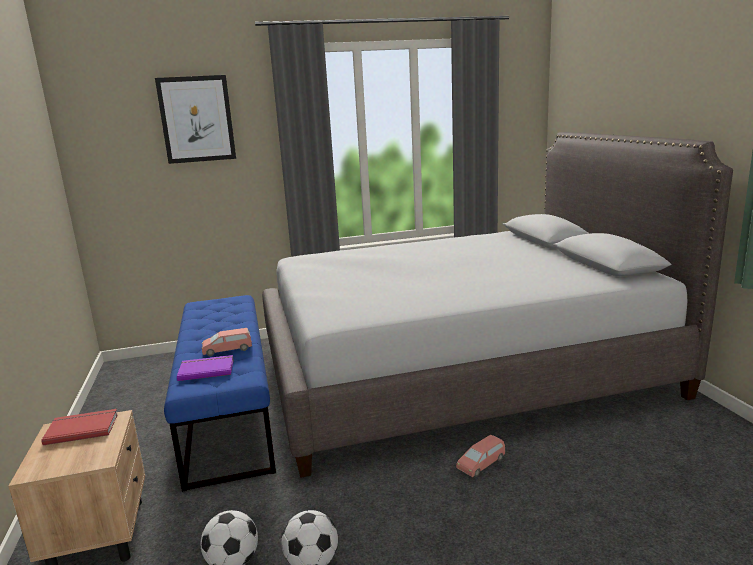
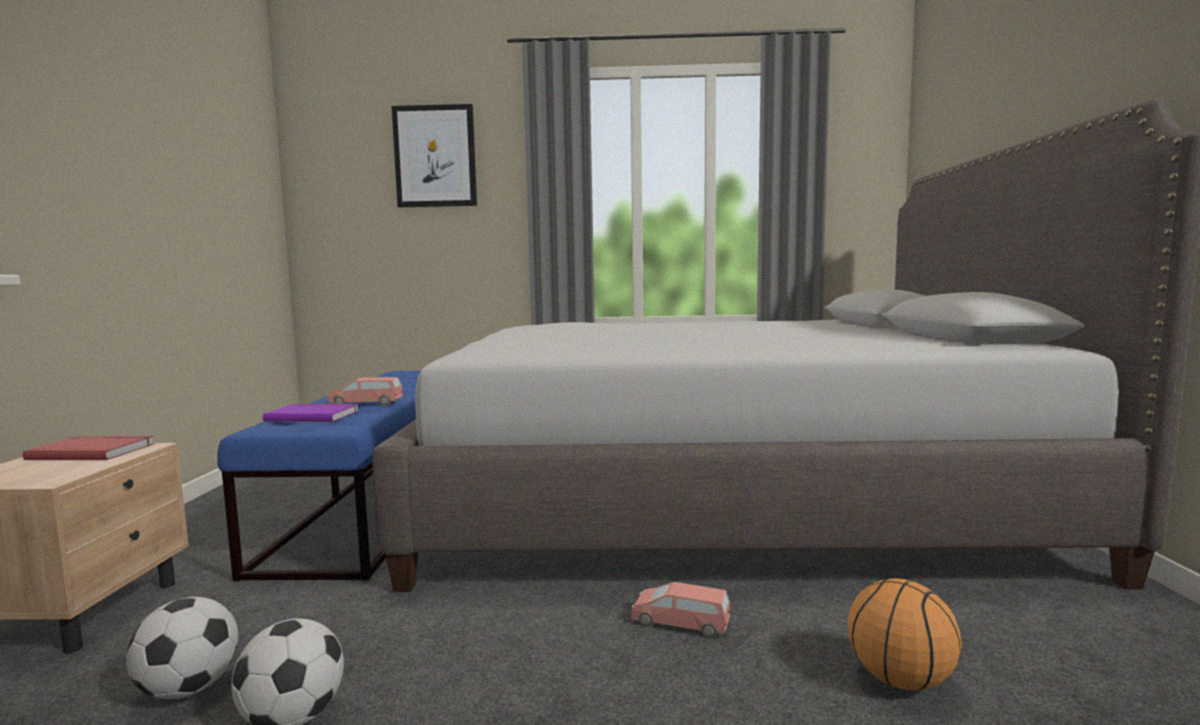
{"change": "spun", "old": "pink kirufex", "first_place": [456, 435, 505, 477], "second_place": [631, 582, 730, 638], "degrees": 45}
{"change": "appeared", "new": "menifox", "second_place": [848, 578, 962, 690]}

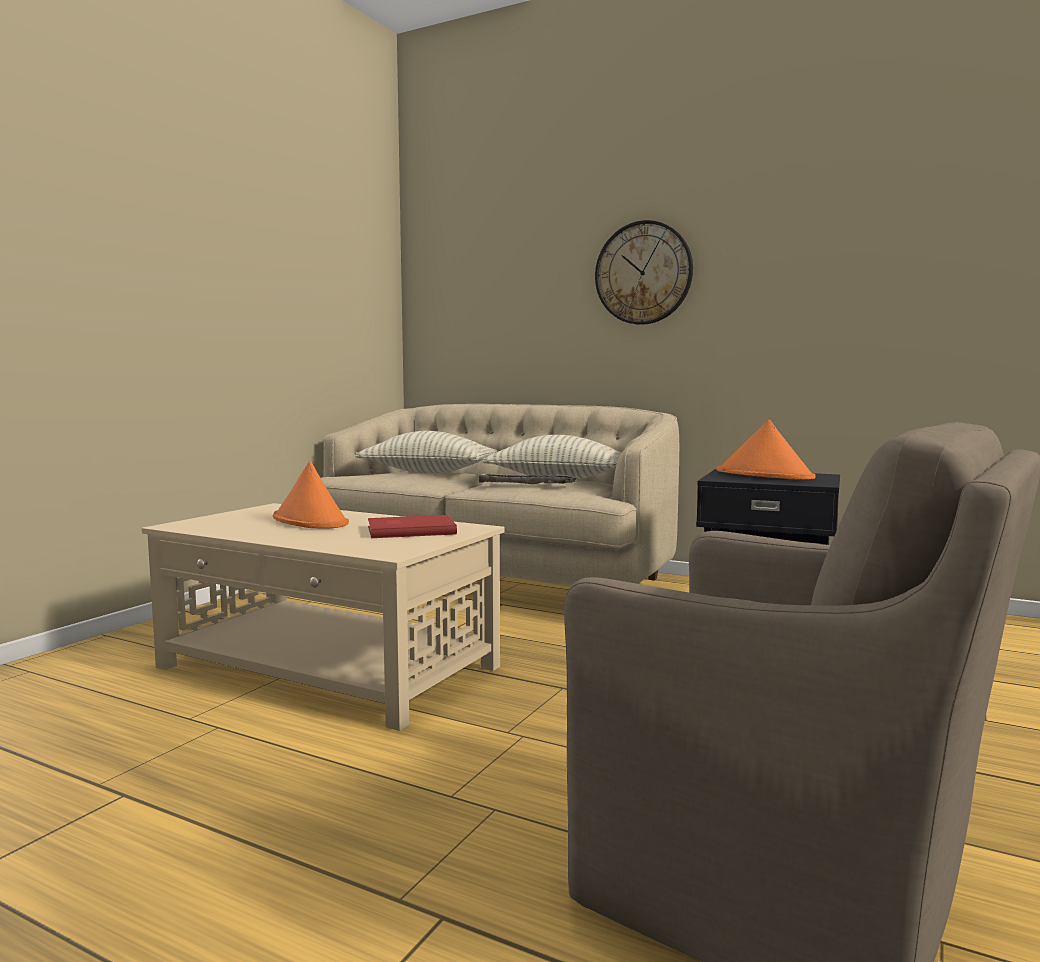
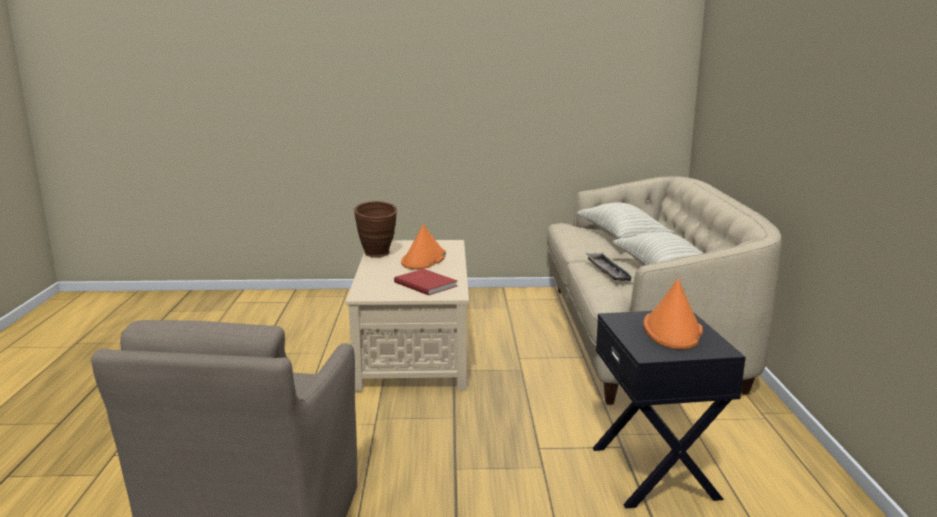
{"change": "missing", "old": "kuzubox", "first_place": [595, 220, 693, 325]}
{"change": "appeared", "new": "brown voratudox", "second_place": [354, 201, 397, 258]}

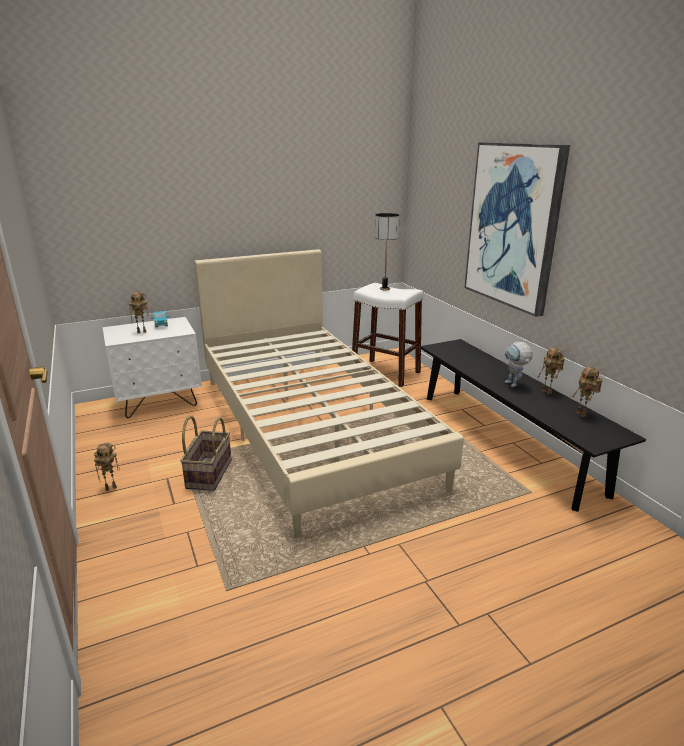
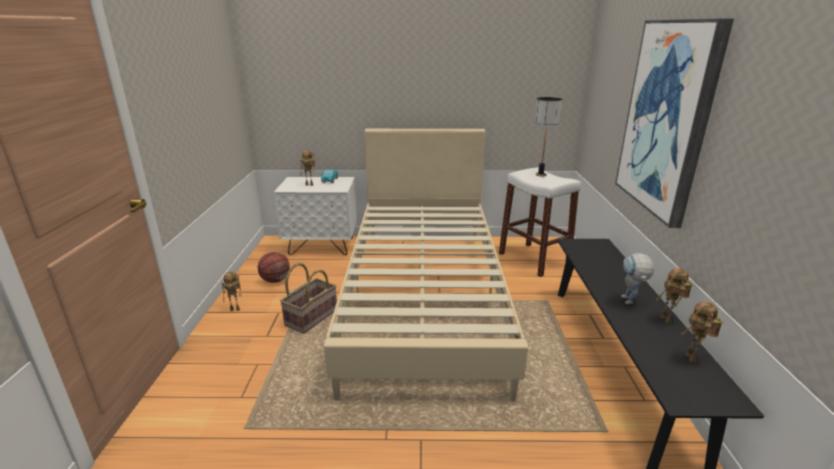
{"change": "appeared", "new": "menifox", "second_place": [258, 252, 290, 283]}

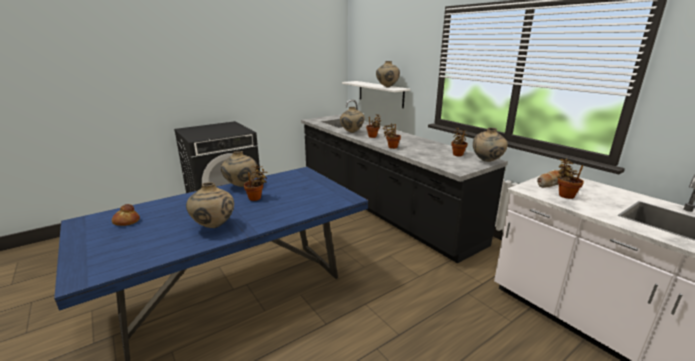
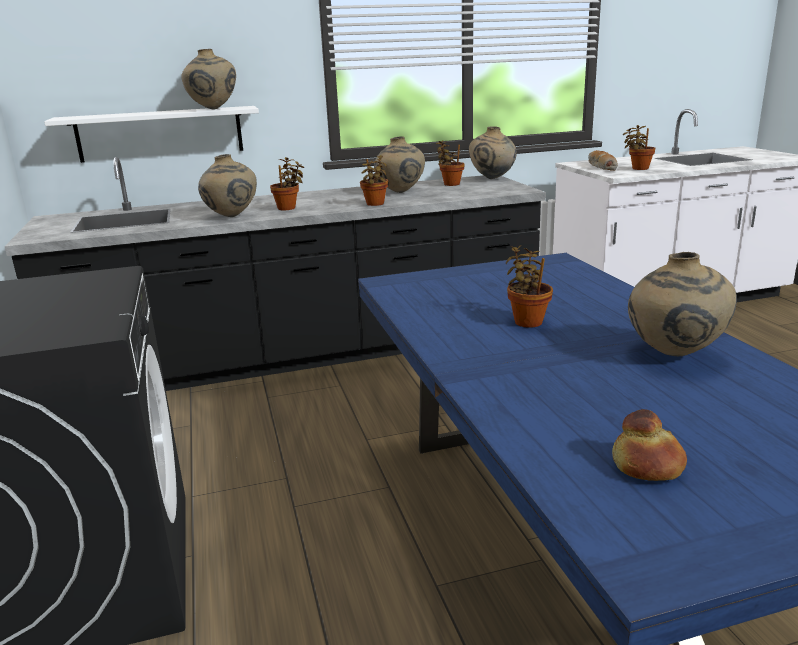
{"change": "relocated", "old": "beige voratudox", "first_place": [221, 151, 257, 187], "second_place": [374, 136, 425, 193]}

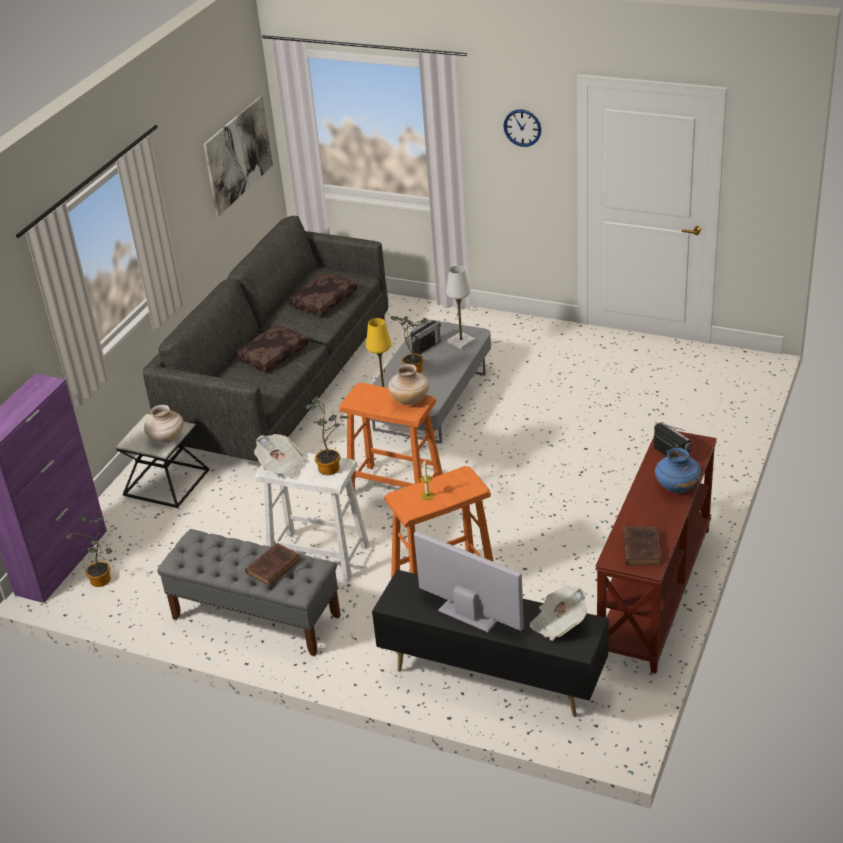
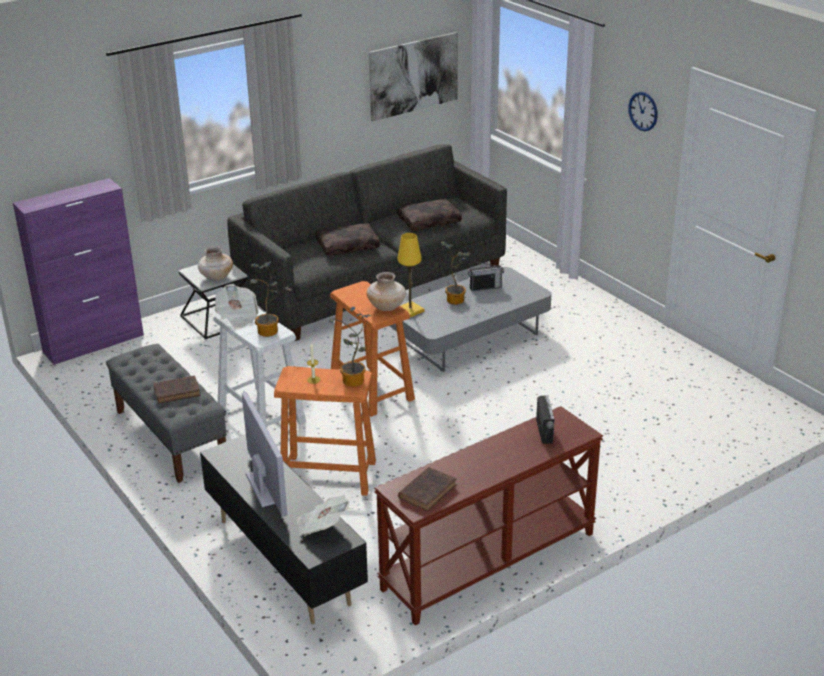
{"change": "relocated", "old": "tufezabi", "first_place": [66, 516, 112, 587], "second_place": [329, 307, 372, 387]}
{"change": "missing", "old": "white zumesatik", "first_place": [446, 266, 475, 350]}
{"change": "missing", "old": "blue voratudox", "first_place": [655, 448, 701, 493]}

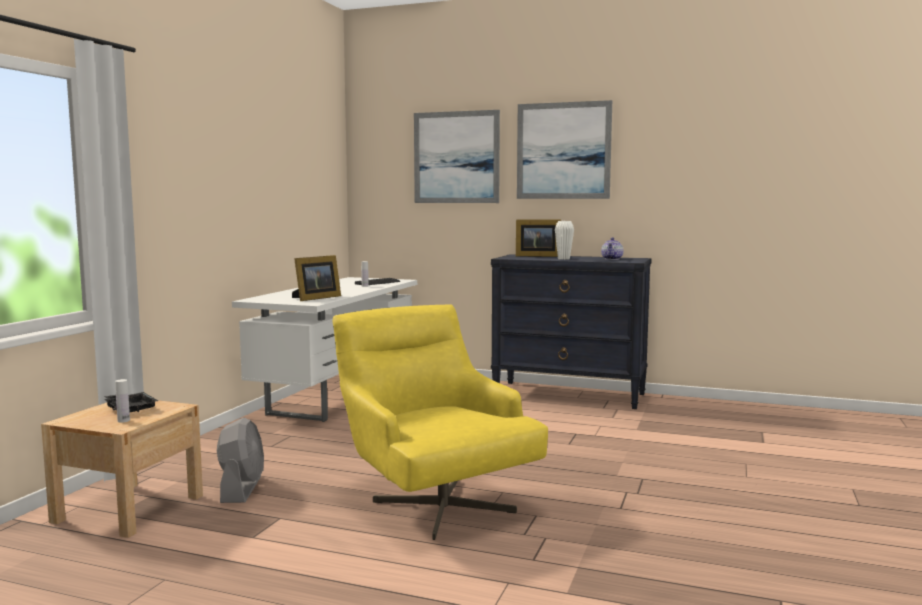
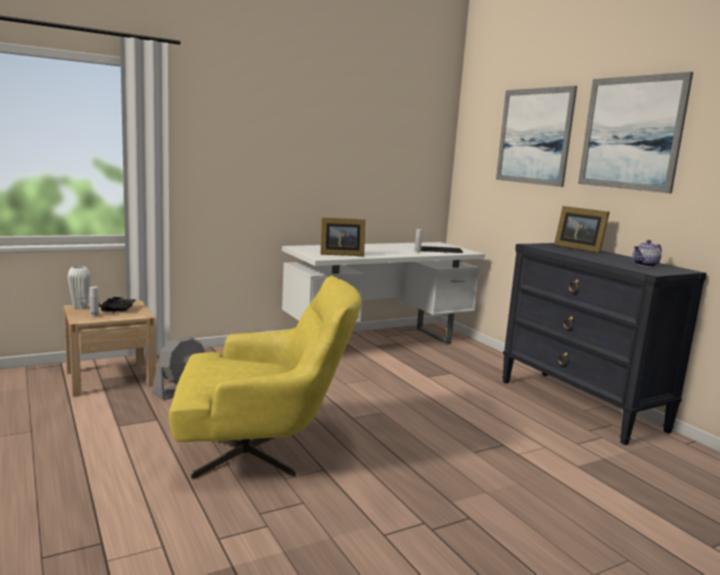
{"change": "spun", "old": "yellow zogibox", "first_place": [333, 305, 548, 540], "second_place": [169, 276, 362, 479], "degrees": 75}
{"change": "relocated", "old": "white voratudox", "first_place": [555, 221, 574, 260], "second_place": [67, 266, 91, 310]}

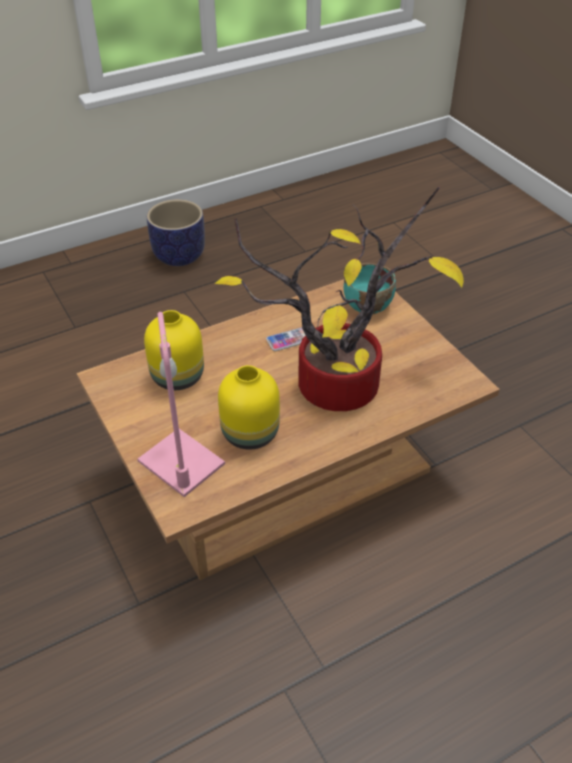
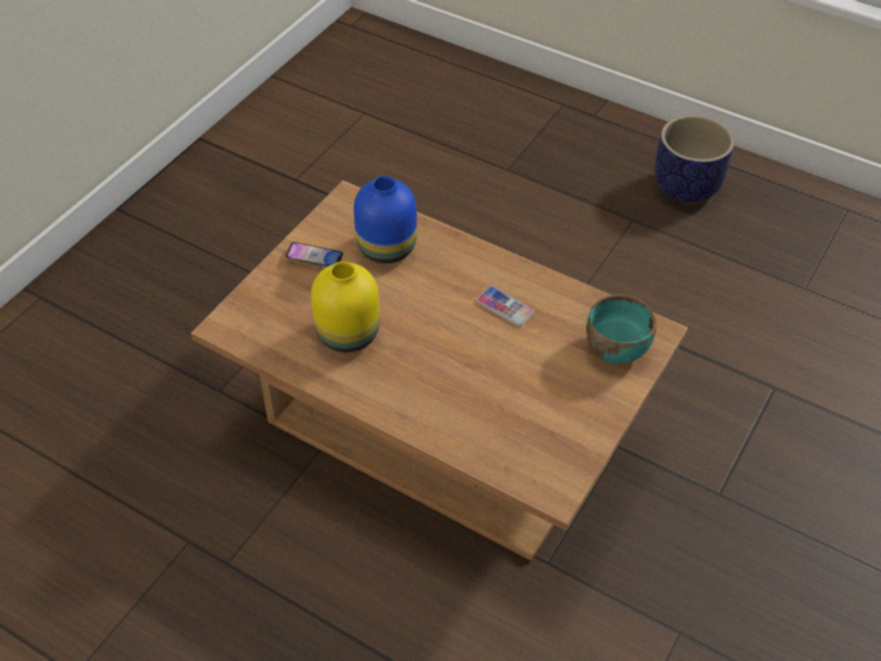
{"change": "missing", "old": "pink zumesatik", "first_place": [137, 312, 225, 497]}
{"change": "colour", "old": "yellow voratudox", "new": "blue voratudox", "first_place": [144, 310, 204, 390], "second_place": [354, 176, 417, 263]}
{"change": "missing", "old": "tufezabi", "first_place": [214, 187, 464, 411]}
{"change": "appeared", "new": "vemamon", "second_place": [285, 242, 343, 268]}

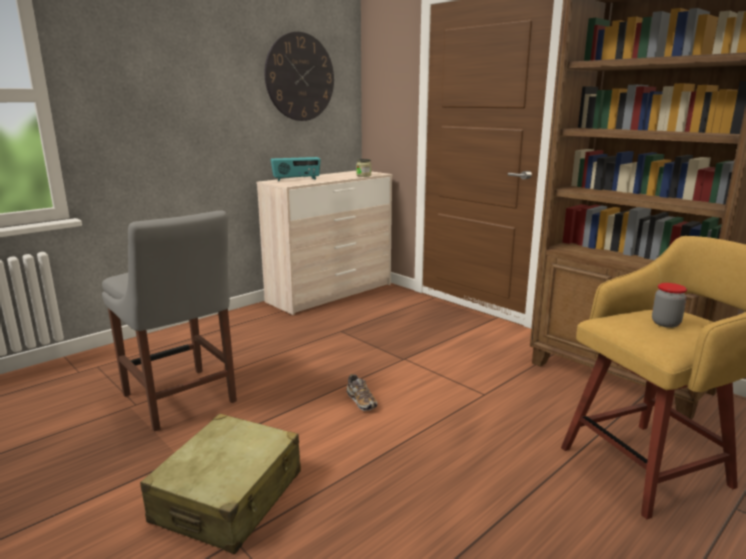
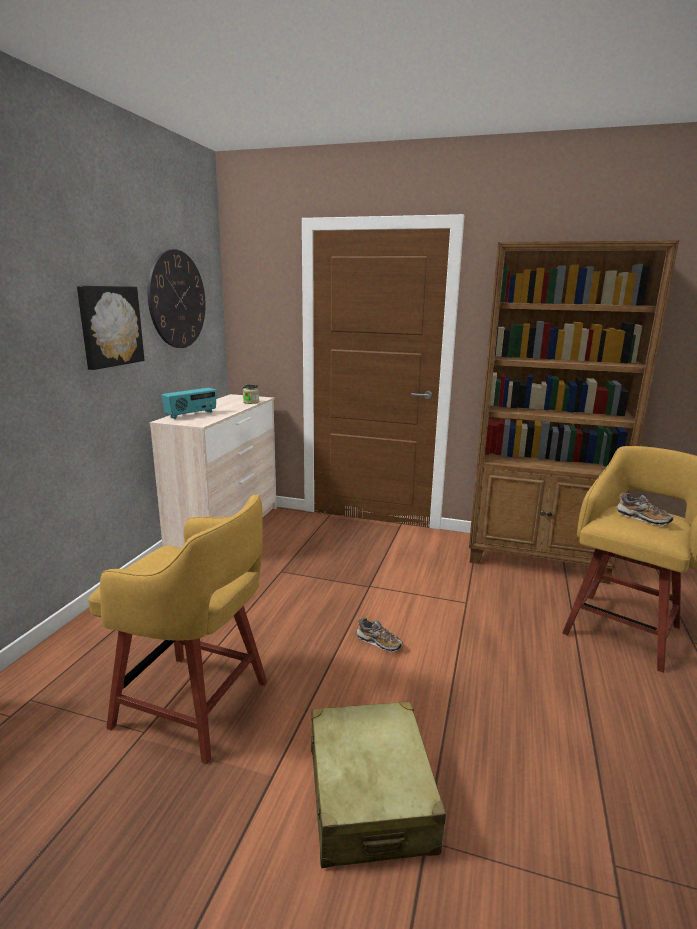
{"change": "exchanged", "old": "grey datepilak", "new": "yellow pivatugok", "first_place": [102, 210, 237, 432], "second_place": [88, 494, 267, 764]}
{"change": "exchanged", "old": "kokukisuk", "new": "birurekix", "first_place": [652, 283, 687, 328], "second_place": [617, 493, 674, 526]}
{"change": "appeared", "new": "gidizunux", "second_place": [77, 286, 145, 370]}

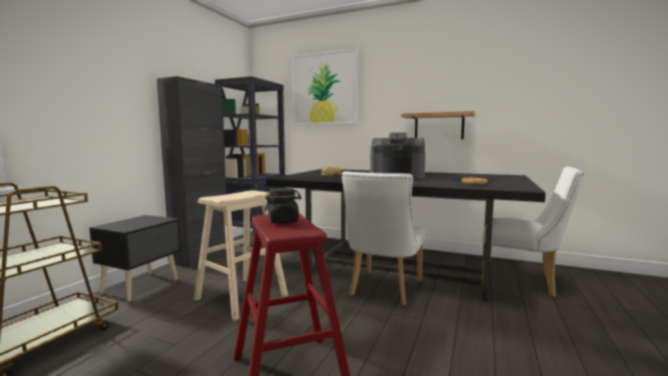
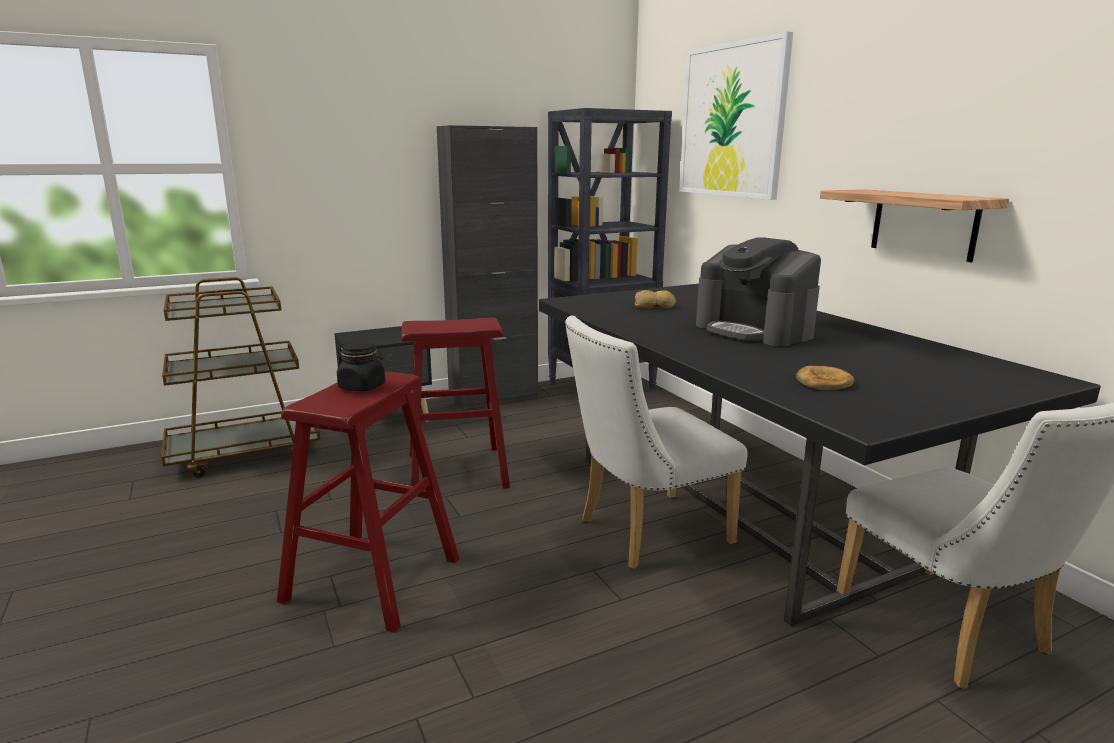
{"change": "colour", "old": "beige pivatugok", "new": "red pivatugok", "first_place": [194, 190, 288, 321], "second_place": [402, 317, 510, 489]}

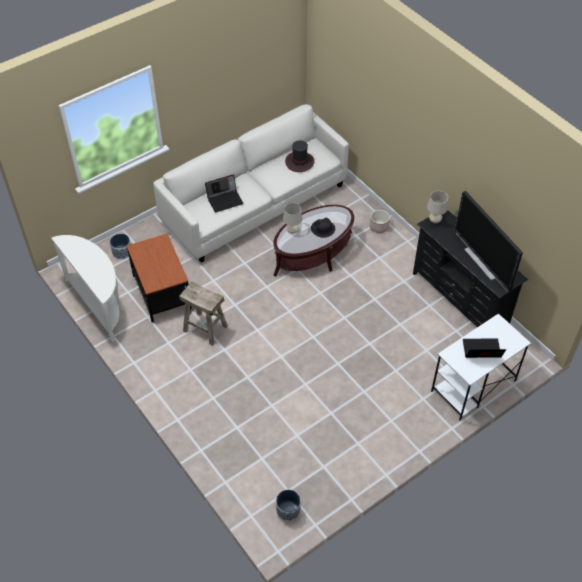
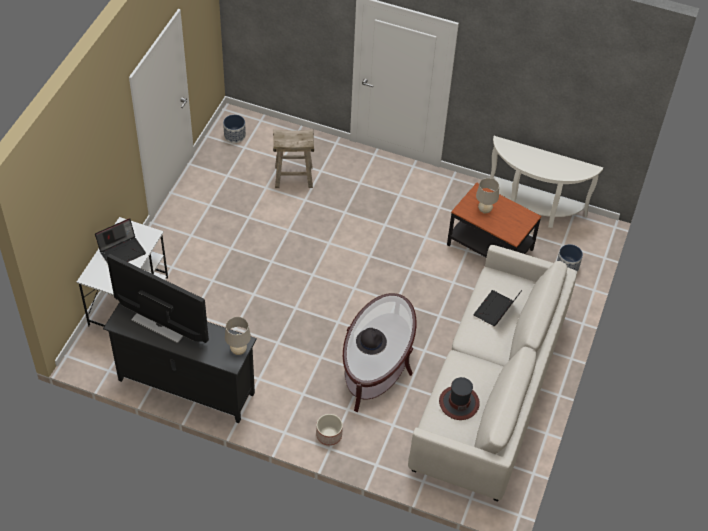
{"change": "relocated", "old": "beige pivatugok", "first_place": [179, 281, 228, 346], "second_place": [273, 130, 314, 188]}
{"change": "relocated", "old": "beige zumesatik", "first_place": [283, 203, 302, 234], "second_place": [476, 178, 499, 213]}

